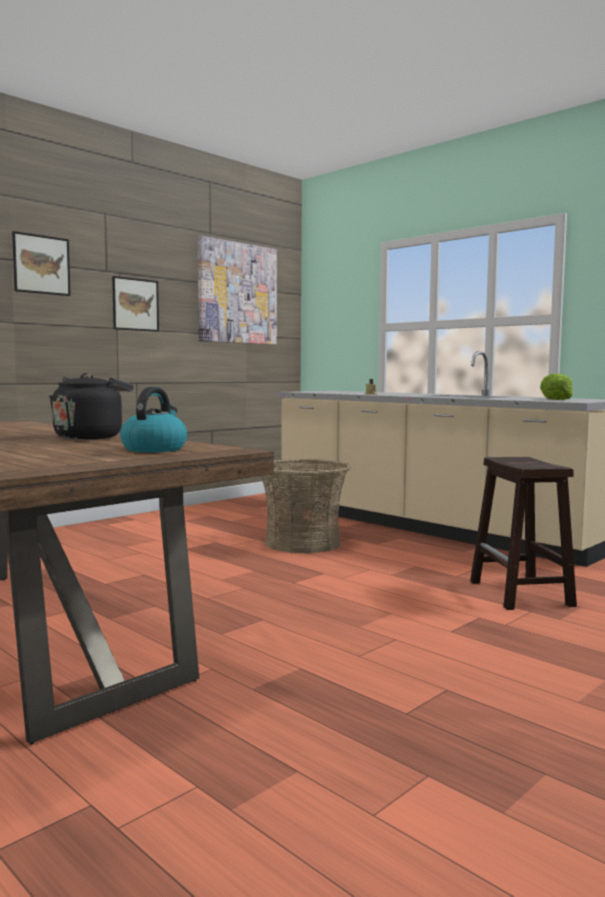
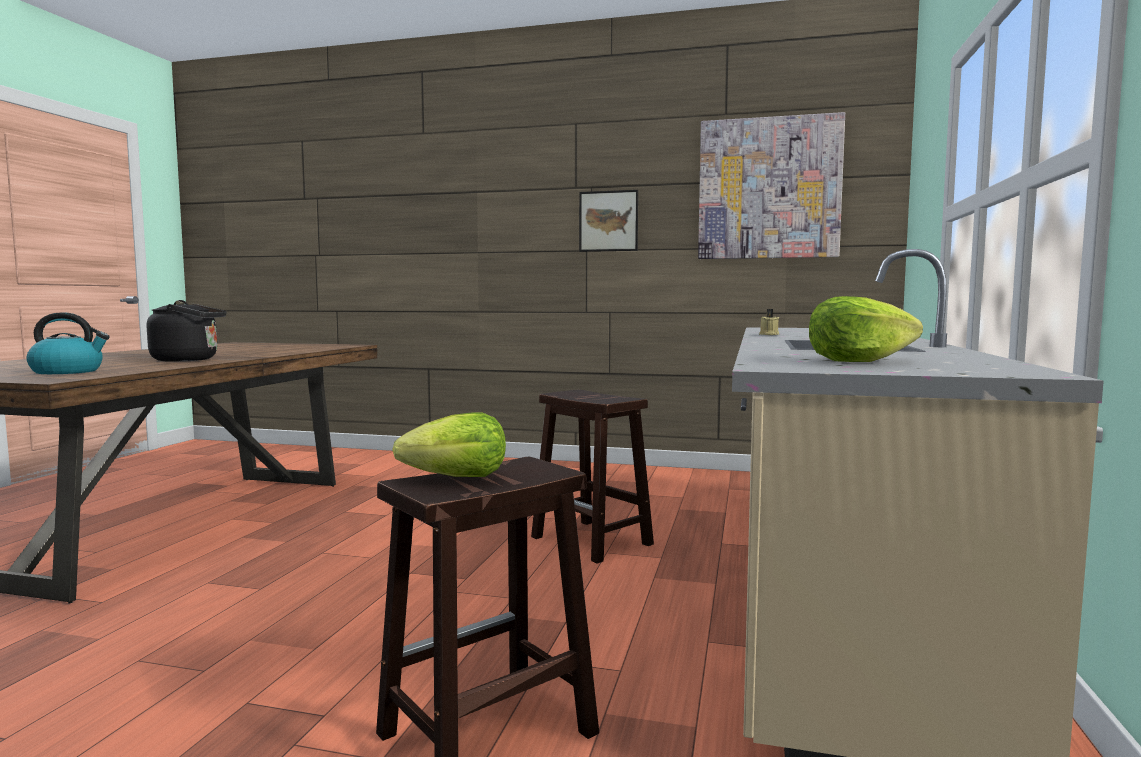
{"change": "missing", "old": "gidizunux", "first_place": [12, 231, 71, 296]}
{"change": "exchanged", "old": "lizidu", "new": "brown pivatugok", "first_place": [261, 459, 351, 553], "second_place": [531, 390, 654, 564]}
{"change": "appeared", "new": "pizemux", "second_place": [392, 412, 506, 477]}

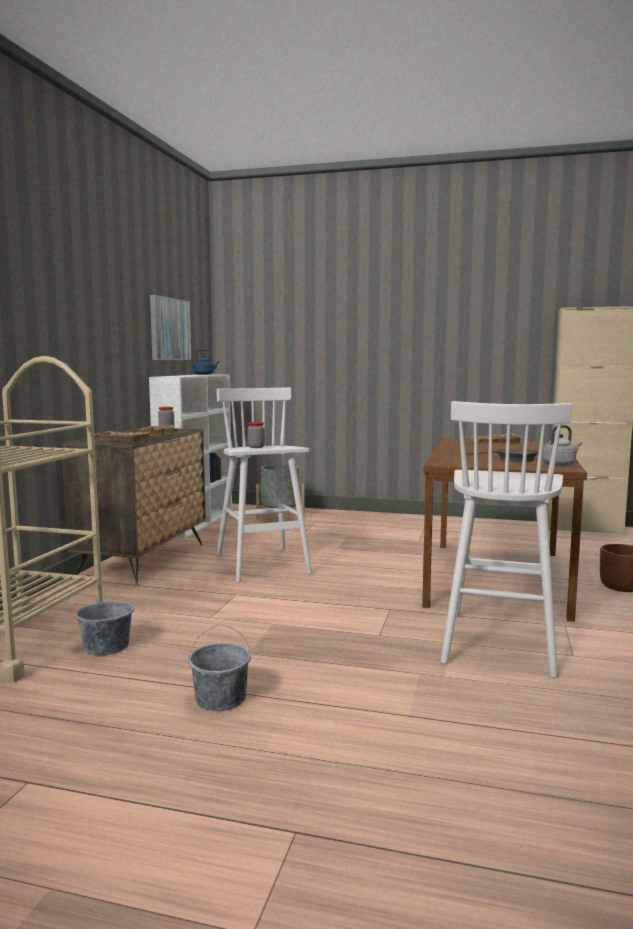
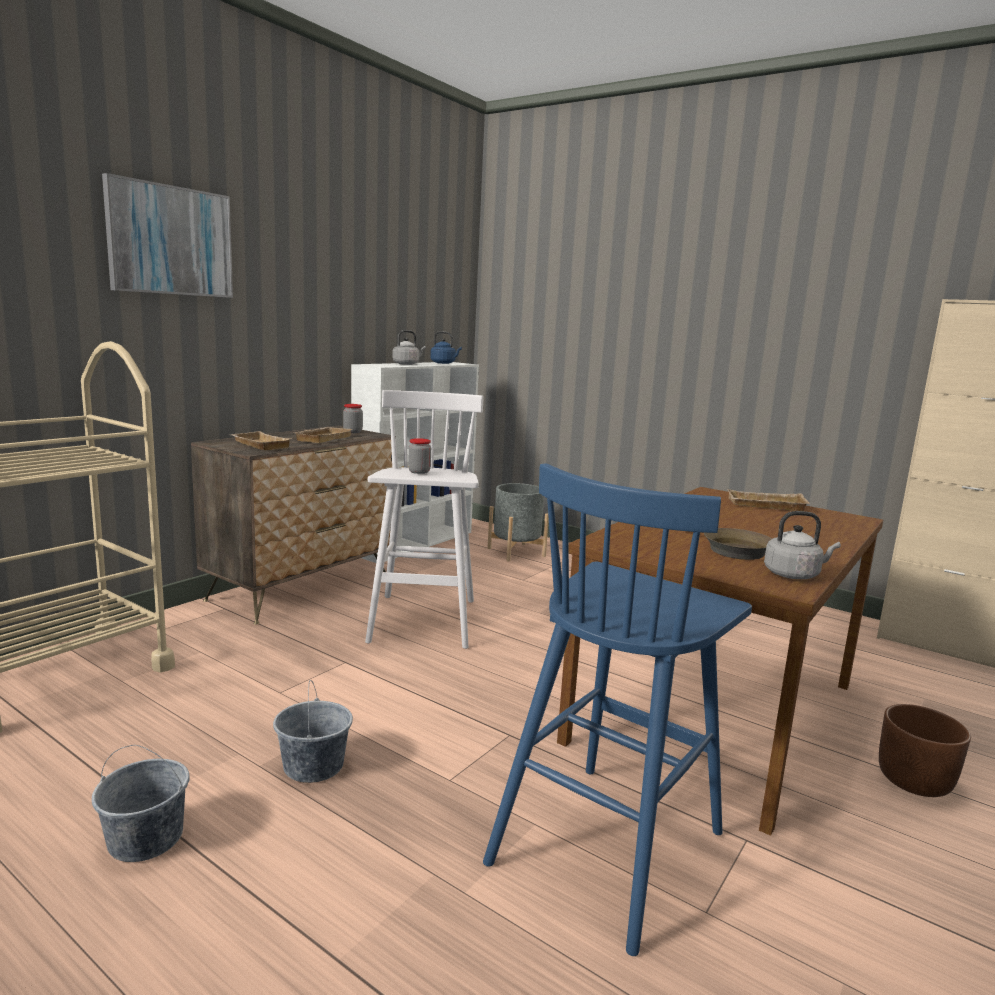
{"change": "relocated", "old": "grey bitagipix", "first_place": [75, 582, 134, 655], "second_place": [273, 680, 353, 783]}
{"change": "relocated", "old": "gidizunux", "first_place": [150, 295, 191, 360], "second_place": [102, 173, 233, 298]}
{"change": "colour", "old": "white pivatugok", "new": "blue pivatugok", "first_place": [440, 401, 572, 678], "second_place": [483, 463, 752, 956]}
{"change": "appeared", "new": "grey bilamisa", "second_place": [393, 330, 426, 365]}

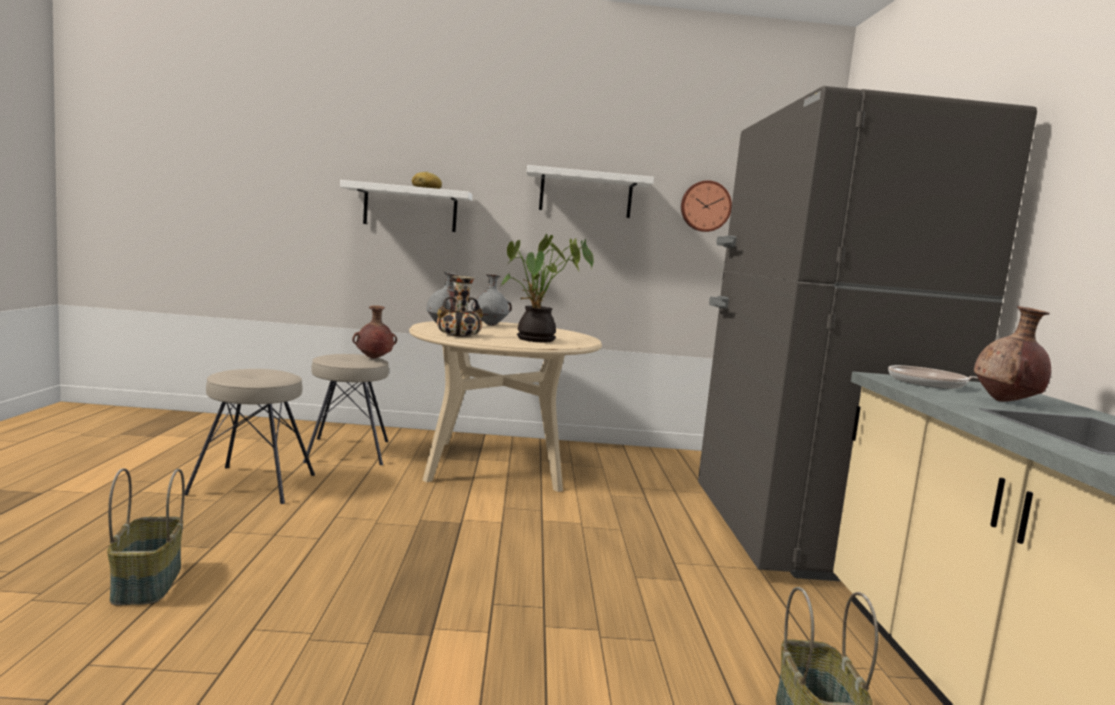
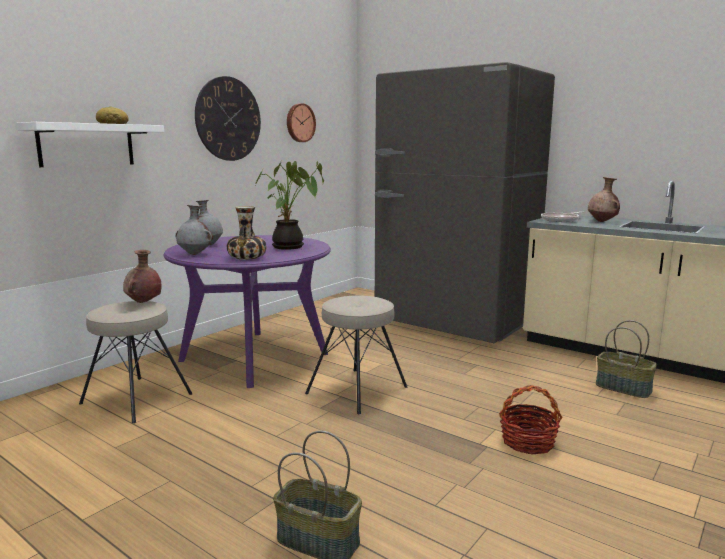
{"change": "relocated", "old": "beige pivatugok", "first_place": [185, 369, 315, 504], "second_place": [305, 296, 408, 414]}
{"change": "colour", "old": "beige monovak", "new": "purple monovak", "first_place": [409, 321, 602, 492], "second_place": [164, 235, 331, 388]}
{"change": "exchanged", "old": "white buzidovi", "new": "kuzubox", "first_place": [527, 165, 654, 218], "second_place": [195, 76, 261, 161]}
{"change": "appeared", "new": "lizidu", "second_place": [499, 385, 562, 454]}

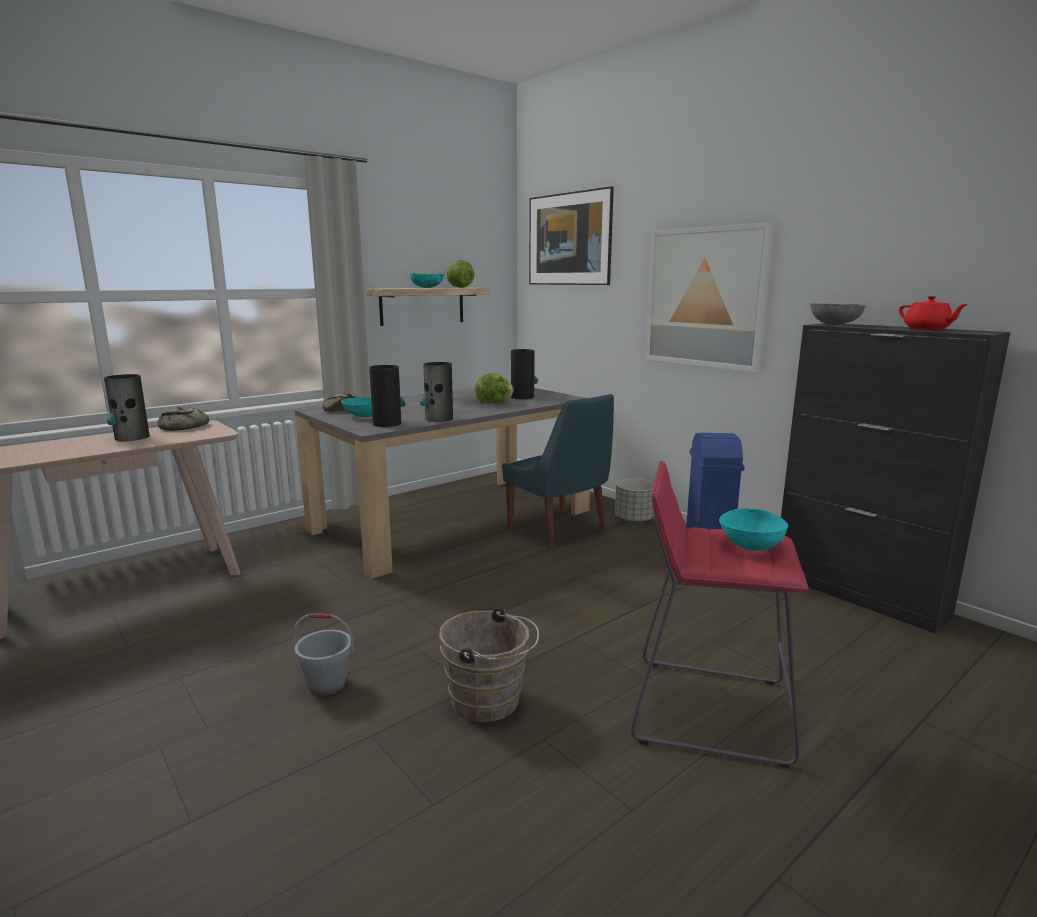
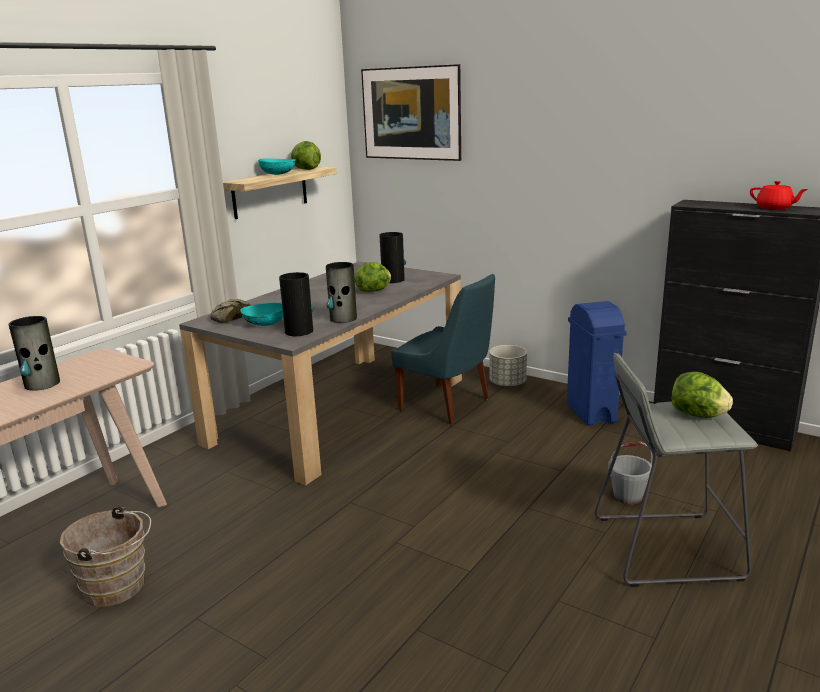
{"change": "missing", "old": "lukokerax", "first_place": [157, 407, 209, 431]}
{"change": "relocated", "old": "grey bitagipix", "first_place": [293, 613, 354, 696], "second_place": [608, 442, 653, 504]}
{"change": "relocated", "old": "brown bitagipix", "first_place": [439, 607, 539, 722], "second_place": [60, 506, 151, 607]}
{"change": "colour", "old": "red pivatugok", "new": "grey pivatugok", "first_place": [631, 461, 808, 768], "second_place": [595, 353, 758, 587]}
{"change": "missing", "old": "gidizunux", "first_place": [645, 222, 775, 372]}
{"change": "exchanged", "old": "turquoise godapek", "new": "pizemux", "first_place": [719, 508, 788, 551], "second_place": [671, 372, 733, 418]}
{"change": "missing", "old": "grey godapek", "first_place": [810, 303, 866, 325]}

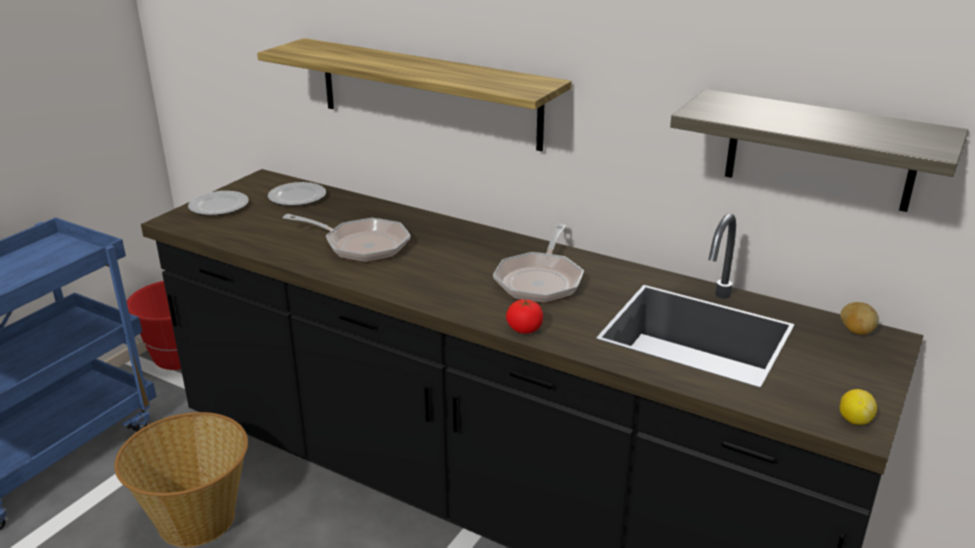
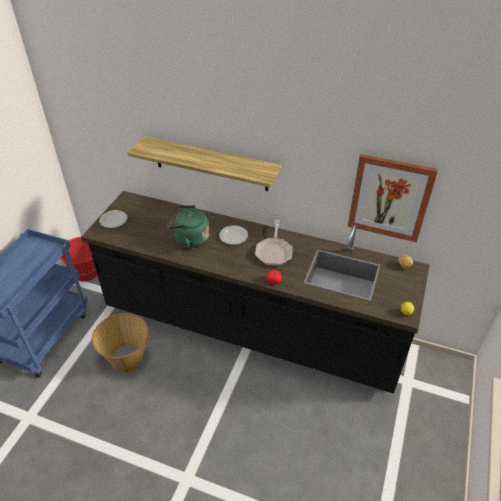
{"change": "relocated", "old": "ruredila", "first_place": [268, 182, 326, 206], "second_place": [219, 225, 248, 245]}
{"change": "exchanged", "old": "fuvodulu", "new": "green bilamisa", "first_place": [283, 214, 411, 263], "second_place": [167, 205, 209, 248]}
{"change": "exchanged", "old": "buzidovi", "new": "gidizunux", "first_place": [670, 89, 969, 212], "second_place": [348, 154, 438, 242]}

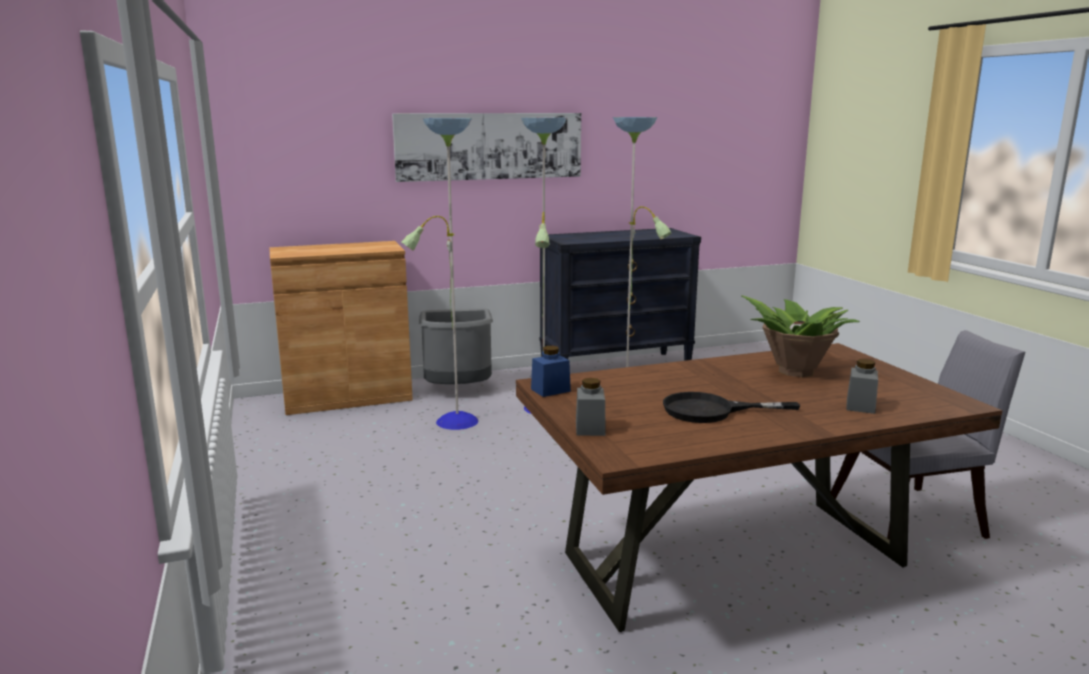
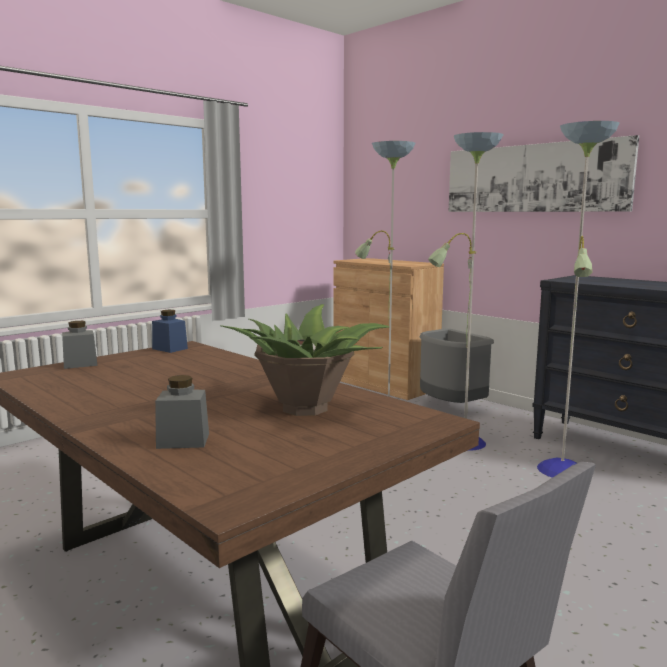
{"change": "missing", "old": "black fuvodulu", "first_place": [663, 392, 800, 423]}

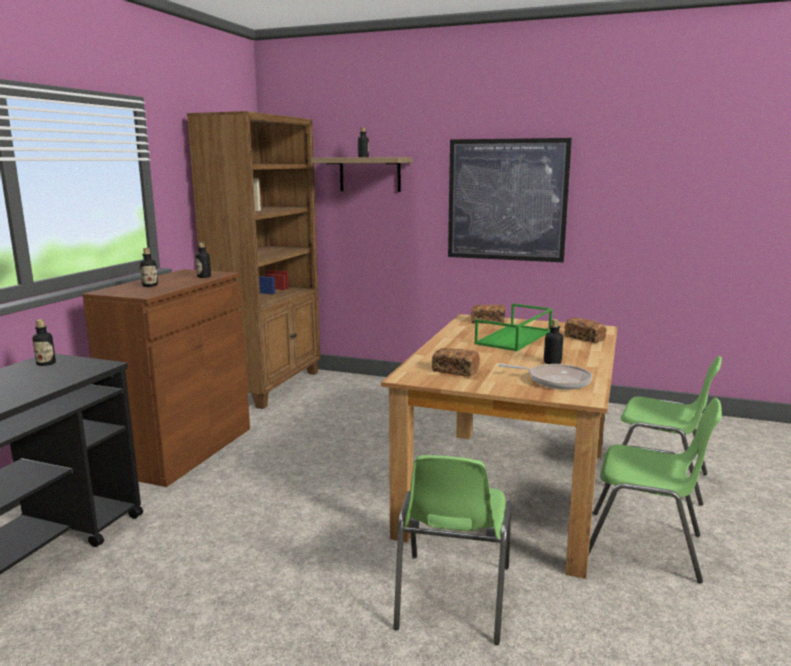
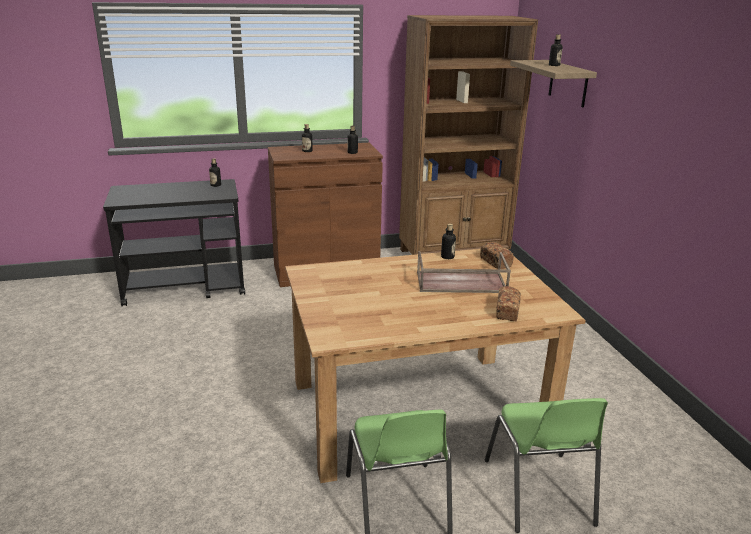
{"change": "missing", "old": "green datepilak", "first_place": [393, 455, 512, 645]}
{"change": "missing", "old": "lukokerax", "first_place": [432, 348, 480, 376]}
{"change": "missing", "old": "gidizunux", "first_place": [448, 138, 572, 262]}
{"change": "colour", "old": "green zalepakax", "new": "brown zalepakax", "first_place": [474, 303, 553, 351], "second_place": [417, 251, 511, 293]}
{"change": "missing", "old": "fuvodulu", "first_place": [498, 364, 593, 390]}
{"change": "relocated", "old": "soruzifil", "first_place": [544, 319, 563, 364], "second_place": [441, 223, 456, 259]}

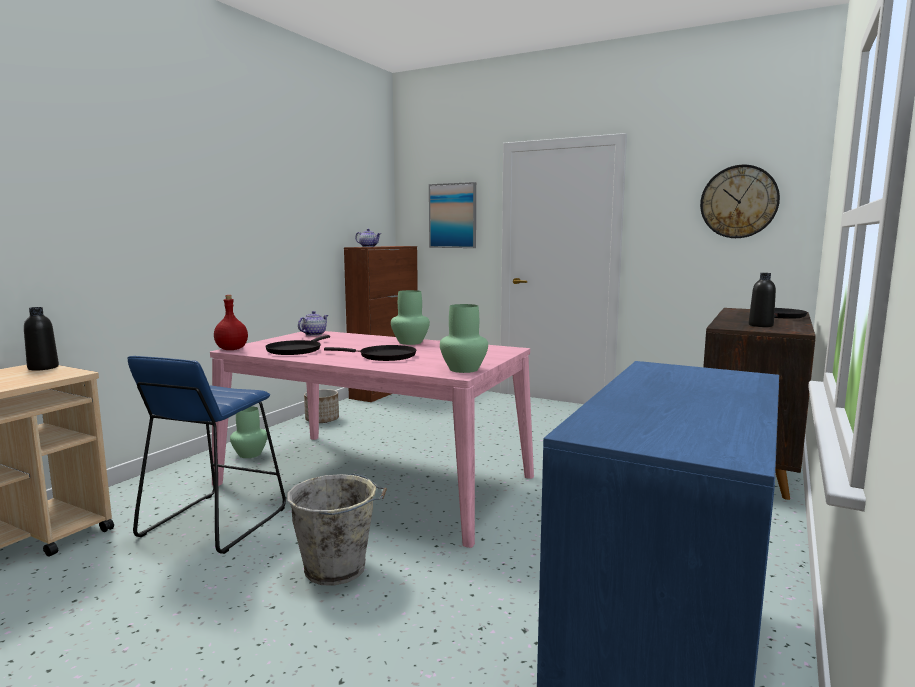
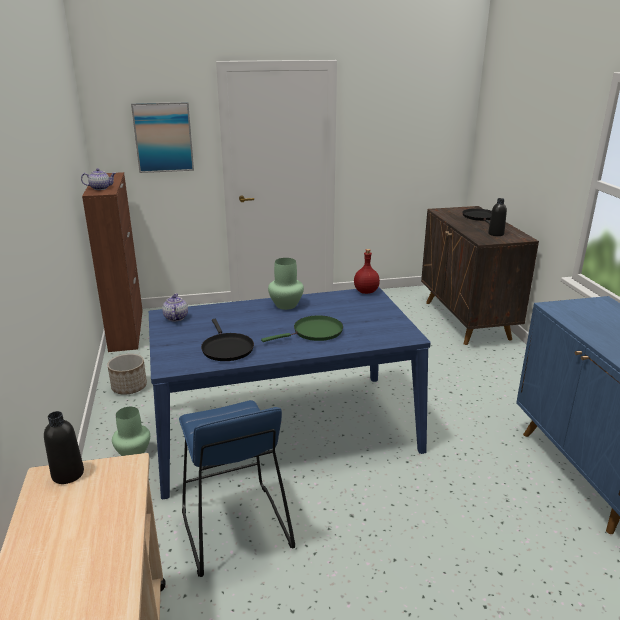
{"change": "colour", "old": "pink monovak", "new": "blue monovak", "first_place": [210, 331, 534, 548], "second_place": [149, 287, 431, 499]}
{"change": "relocated", "old": "red soruzifil", "first_place": [214, 295, 248, 350], "second_place": [354, 249, 380, 294]}
{"change": "missing", "old": "grey bitagipix", "first_place": [287, 474, 387, 586]}
{"change": "colour", "old": "black fuvodulu", "new": "green fuvodulu", "first_place": [324, 345, 416, 361], "second_place": [261, 315, 343, 342]}
{"change": "missing", "old": "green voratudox", "first_place": [440, 304, 488, 373]}
{"change": "missing", "old": "kuzubox", "first_place": [700, 165, 780, 238]}

